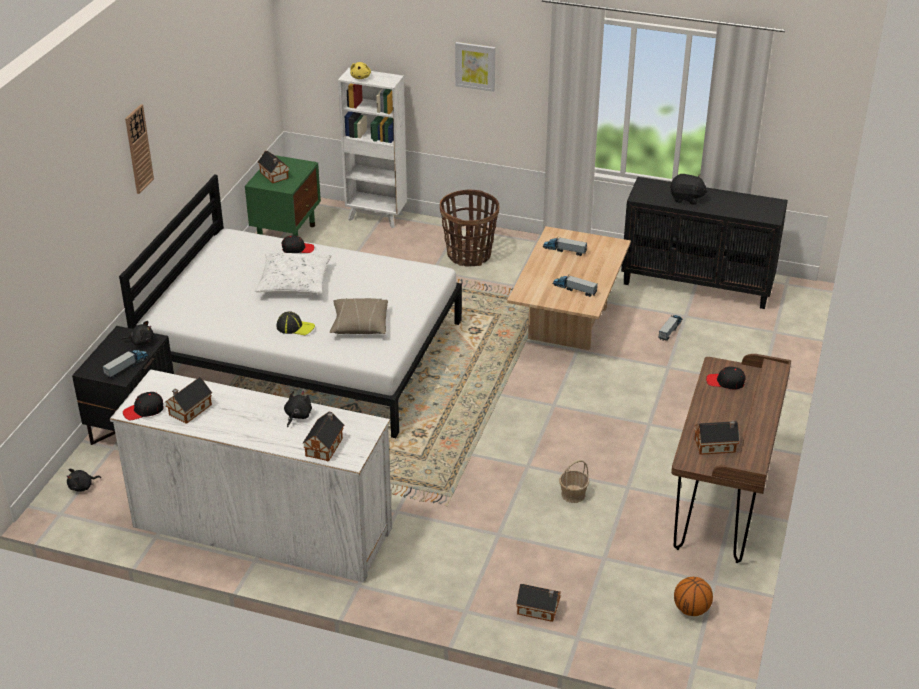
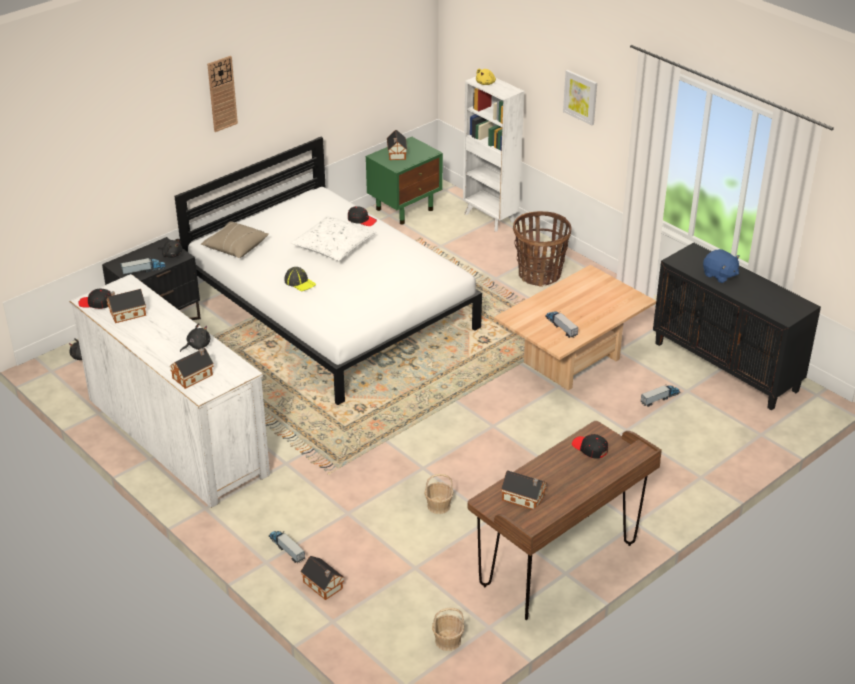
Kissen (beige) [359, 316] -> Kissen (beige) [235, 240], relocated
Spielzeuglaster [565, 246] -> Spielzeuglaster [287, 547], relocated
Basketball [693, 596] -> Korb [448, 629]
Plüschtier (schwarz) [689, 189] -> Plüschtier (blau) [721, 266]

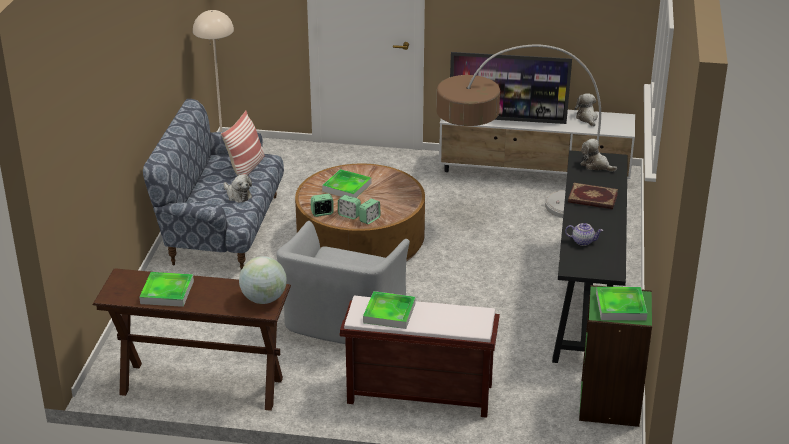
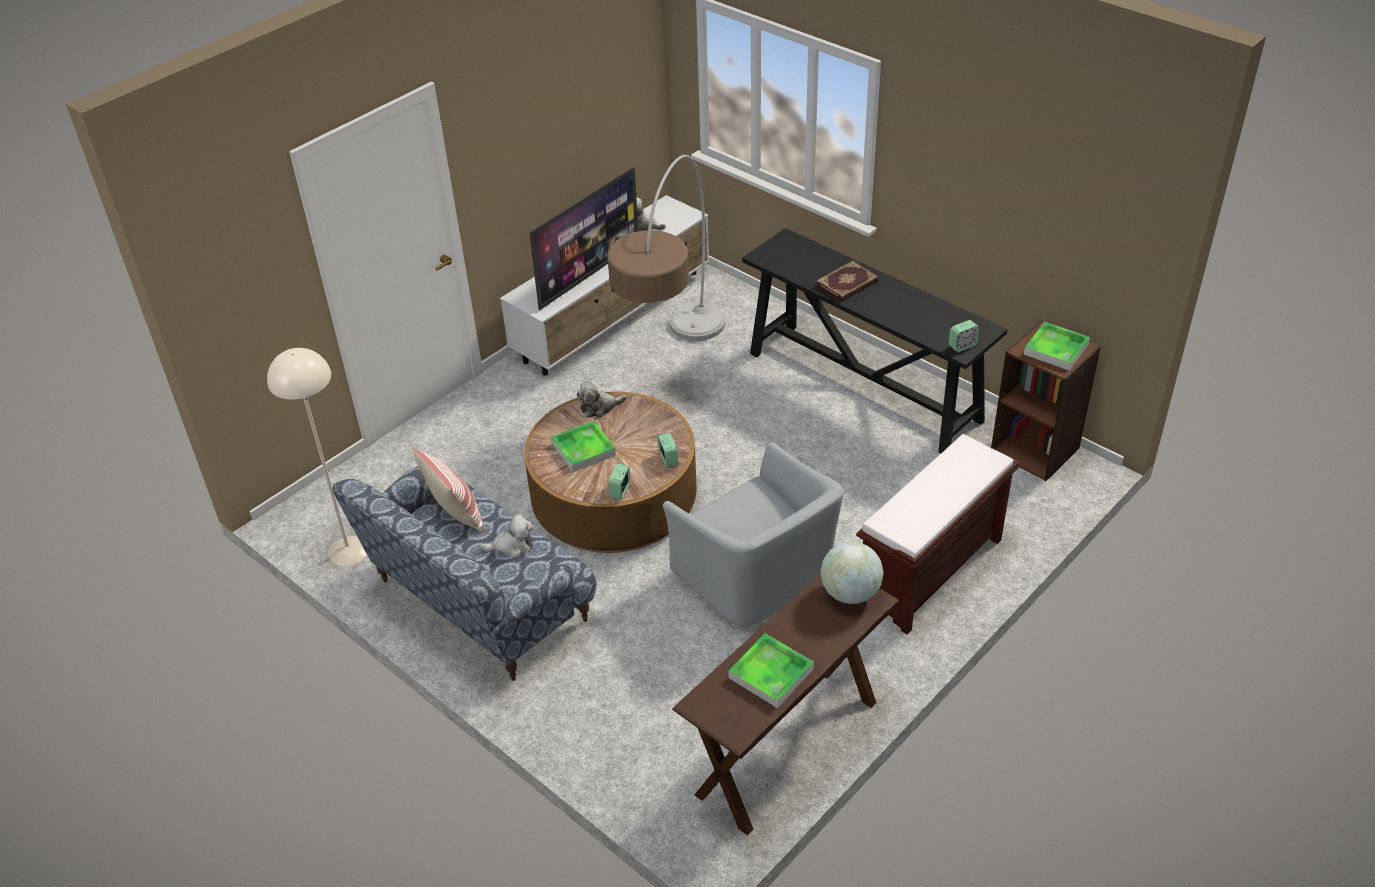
Tablett [389, 310] -> none
Teekanne [584, 234] -> none
Wecker [349, 207] -> Wecker [964, 336], relocated
Plüschtier [598, 155] -> Plüschtier [602, 399], relocated
Bücherregal (grün) [615, 356] -> Bücherregal (braun) [1046, 400]

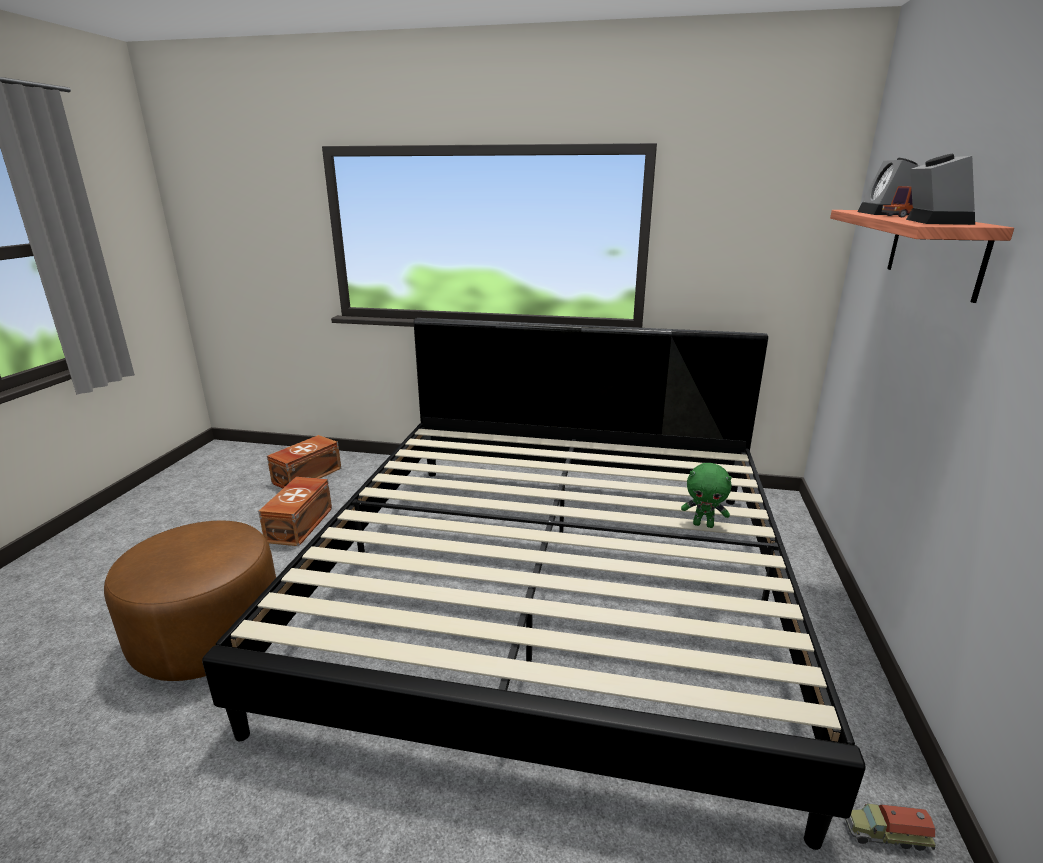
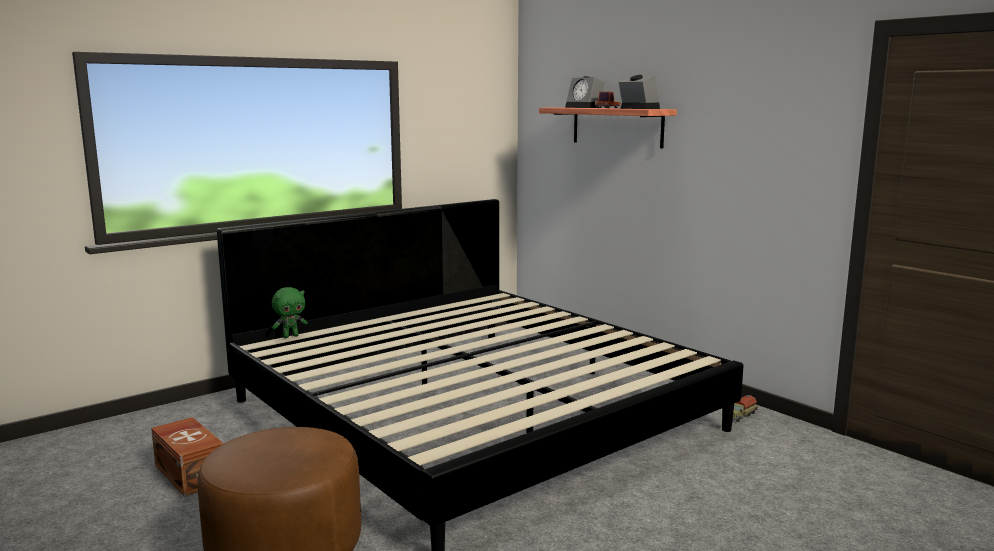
Aufbewahrungsbox (braun) [304, 461] -> none
Plüschtier (grün) [706, 495] -> Plüschtier (grün) [290, 312], relocated

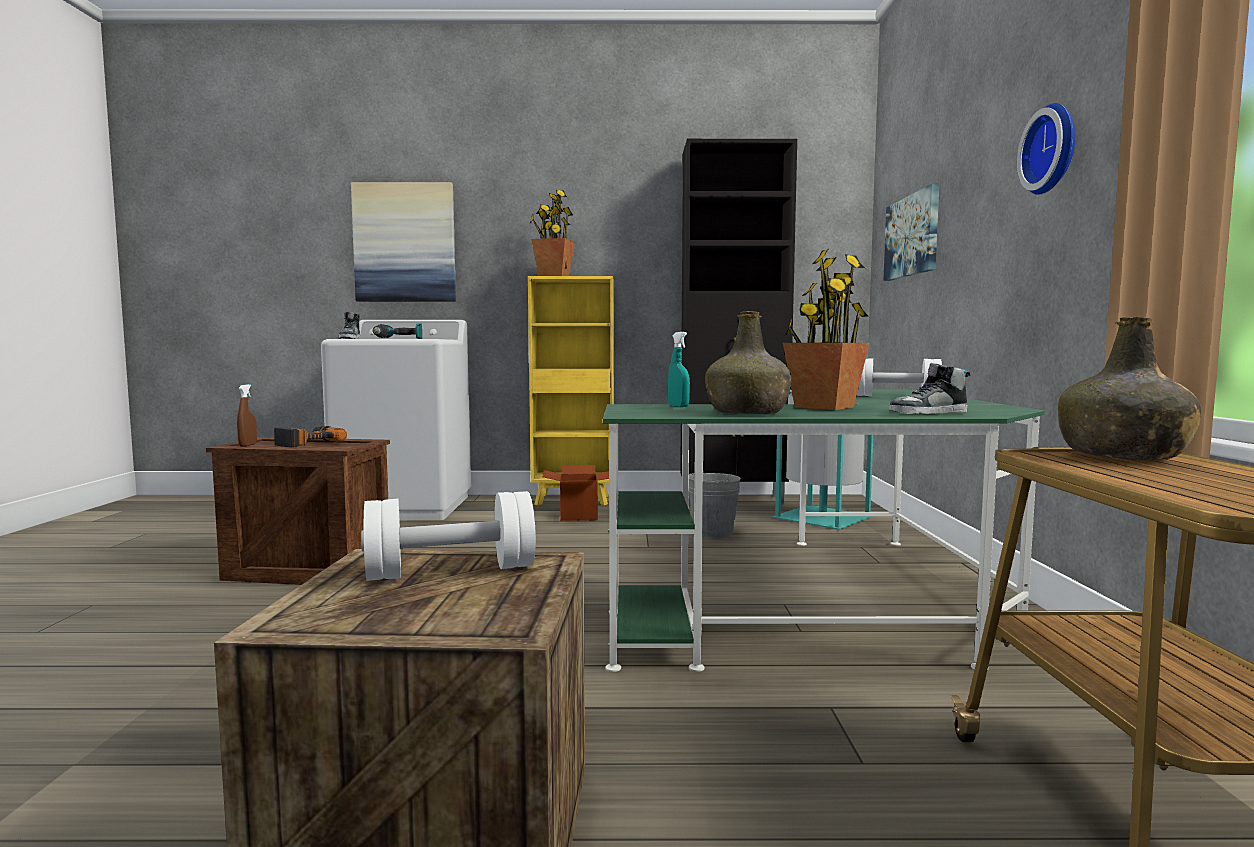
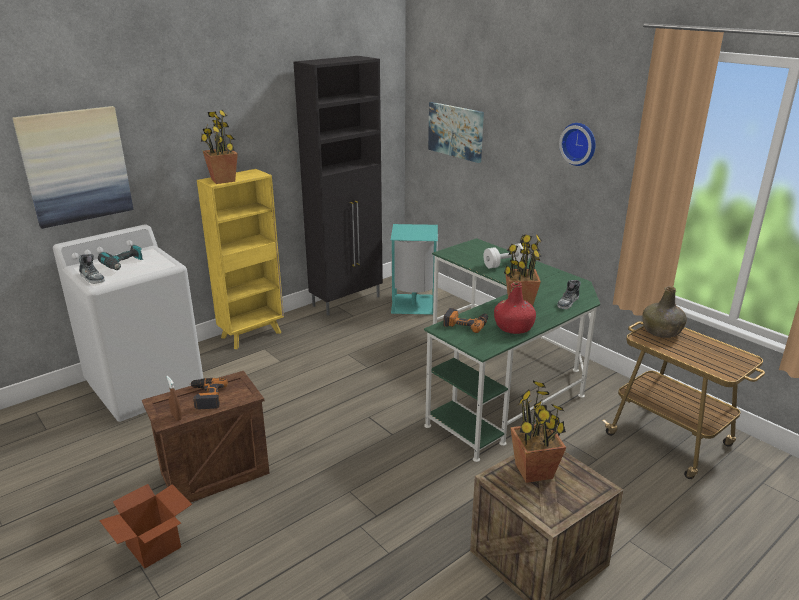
Eimer (grau) [715, 504] -> none
Karton [575, 493] -> Karton [145, 526], relocated
Hantel (weiß) [448, 536] -> Topfpflanze [538, 432]
Sprühflasche (türkis) [679, 369] -> Bohrmaschine [465, 320]
Flasche (grün) [748, 362] -> Flasche (rot) [515, 308]

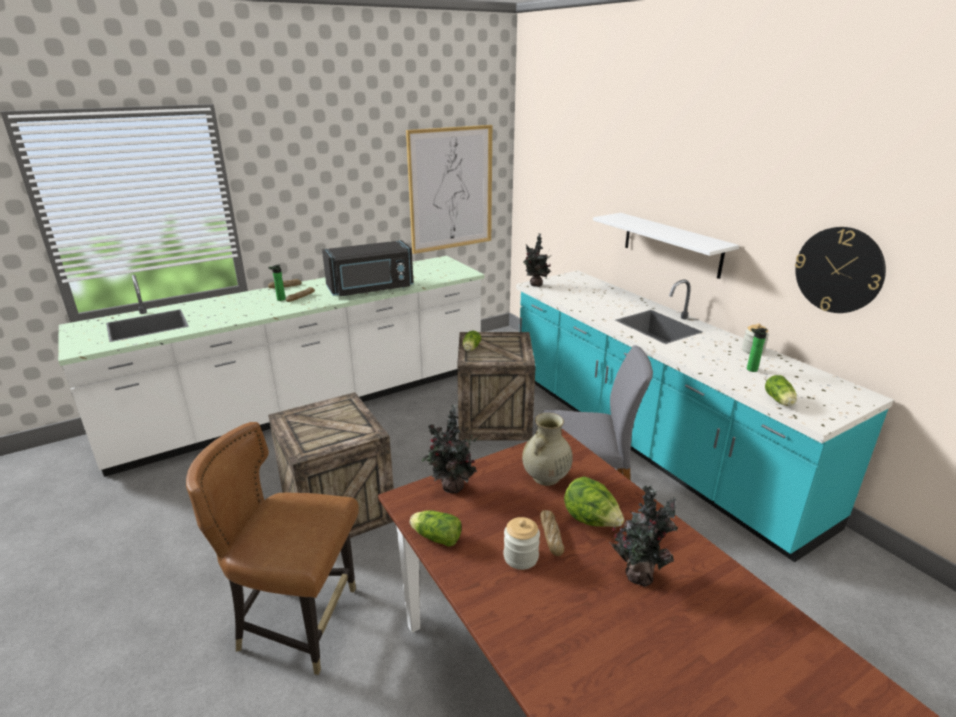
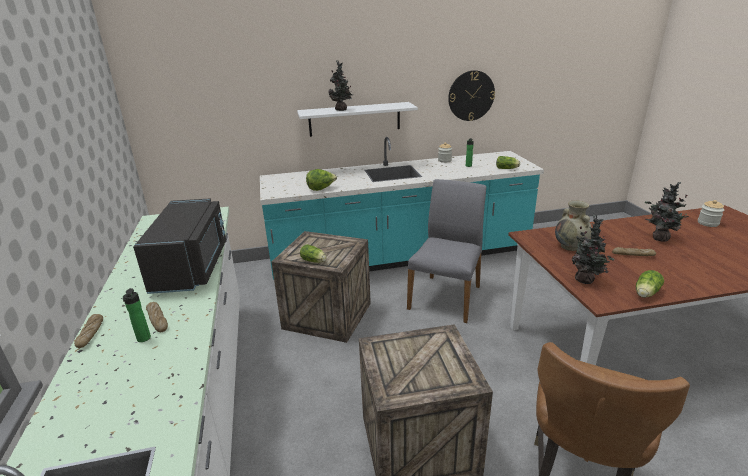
Bild [449, 189] -> none
Vorratsglas [522, 543] -> Vorratsglas [711, 213], relocated
Topfpflanze [537, 260] -> Topfpflanze [340, 85], relocated
Salatkopf [594, 501] -> Salatkopf [321, 180], relocated

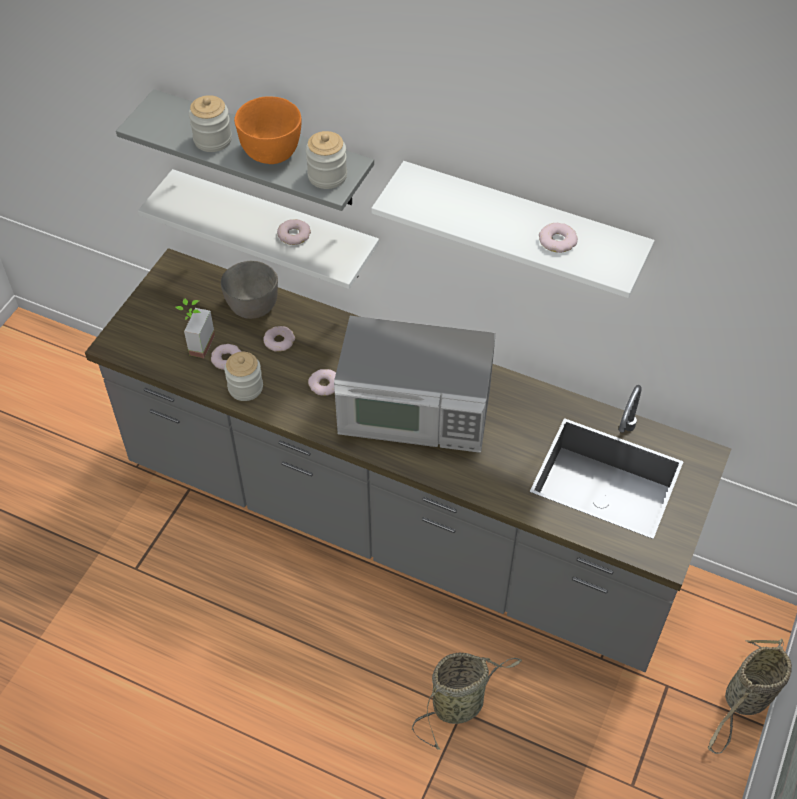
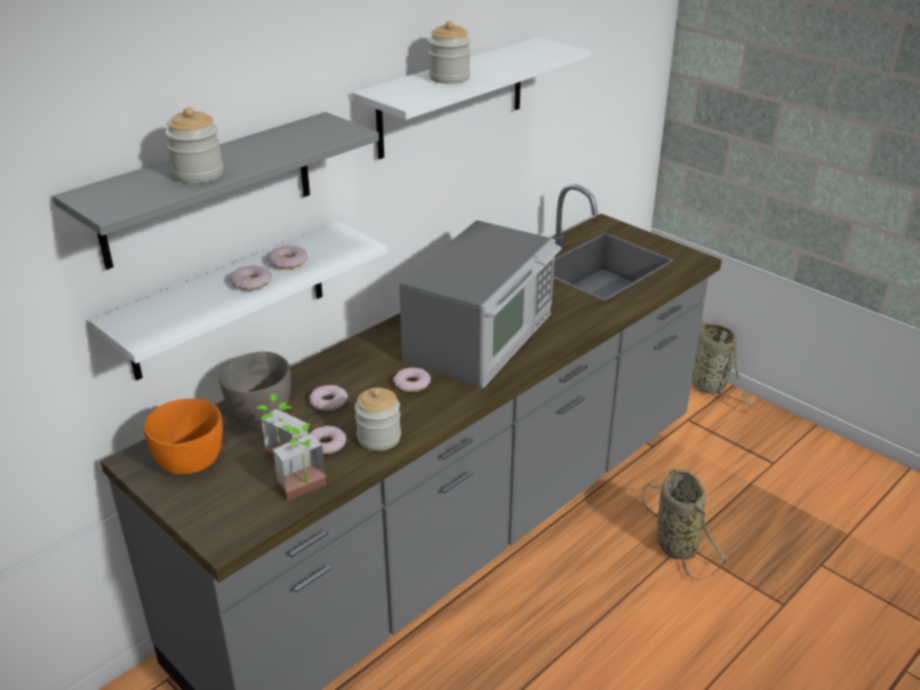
none -> Topfpflanze [299, 462]
Schüssel (orange) [268, 130] -> Schüssel (orange) [183, 437], relocated
Vorratsglas [326, 160] -> Vorratsglas [450, 52], relocated
Donut [558, 238] -> Donut [250, 277], relocated

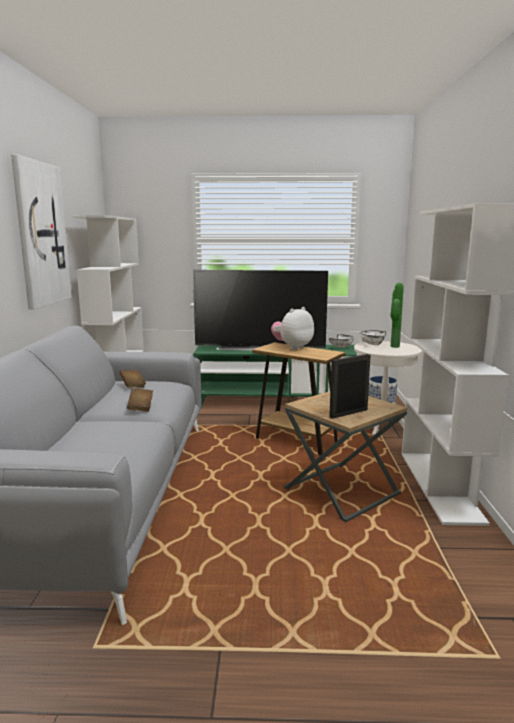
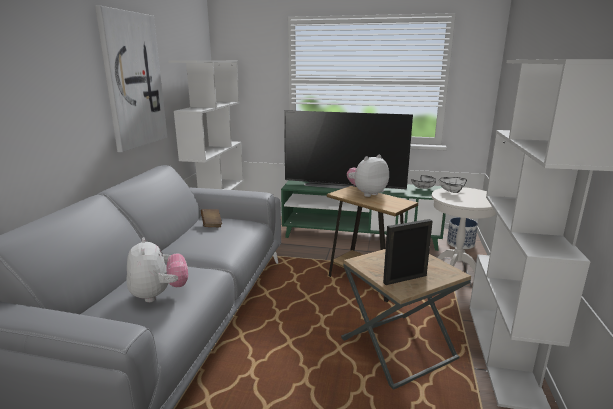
Buch (braun) [140, 400] -> none
Topfpflanze [397, 315] -> none
none -> Plüschtier [157, 269]

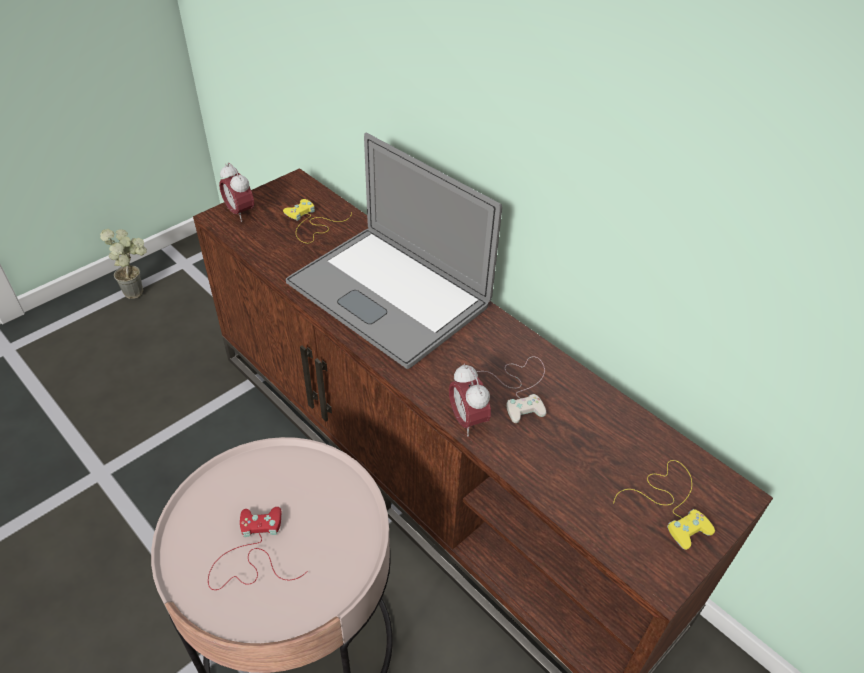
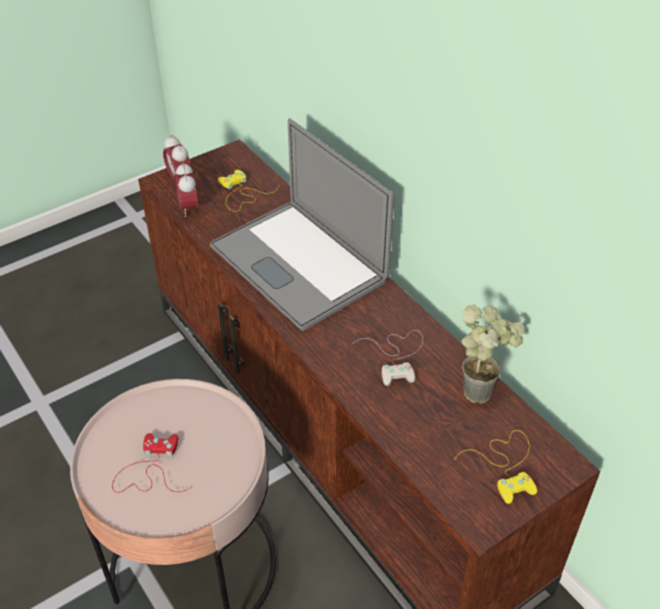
Topfpflanze [123, 264] -> Topfpflanze [493, 353], relocated
Wecker [470, 399] -> Wecker [186, 189], relocated

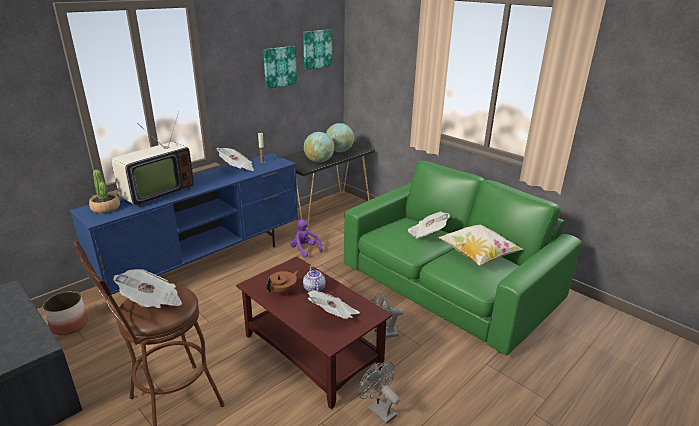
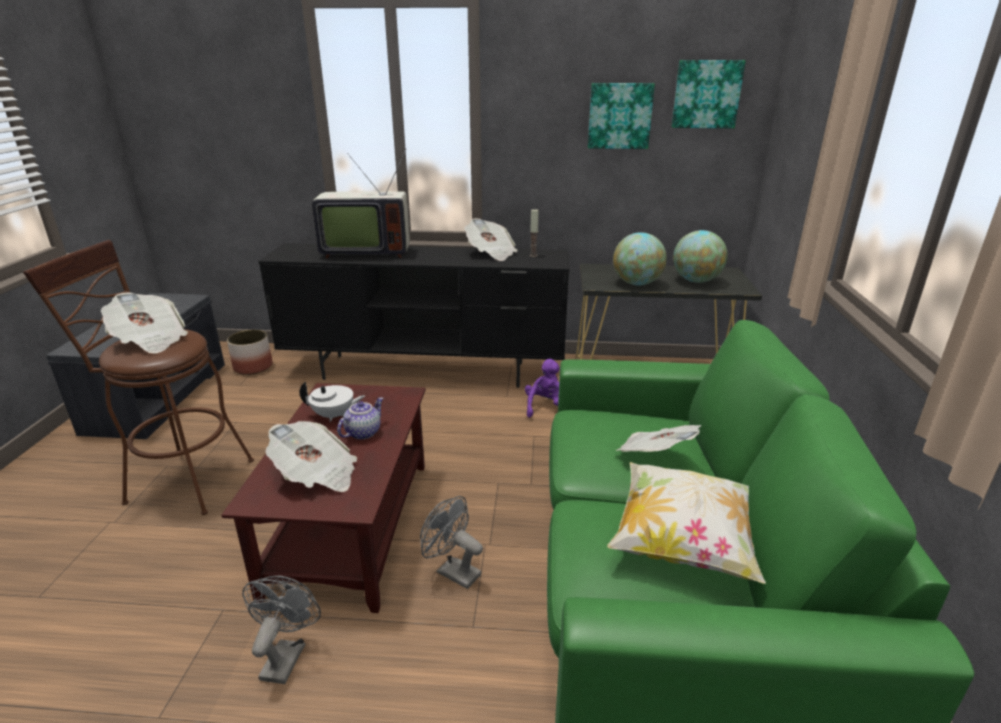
Topfpflanze [104, 191] -> none
Fernsehschrank (blau) [184, 224] -> Fernsehschrank (schwarz) [413, 315]
Teekanne (braun) [282, 282] -> Teekanne (weiß) [332, 402]

